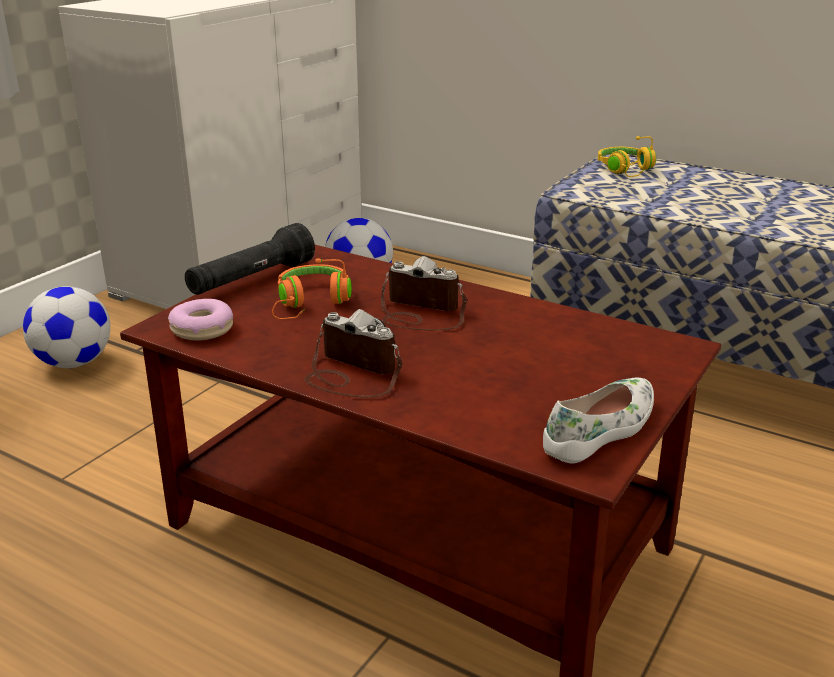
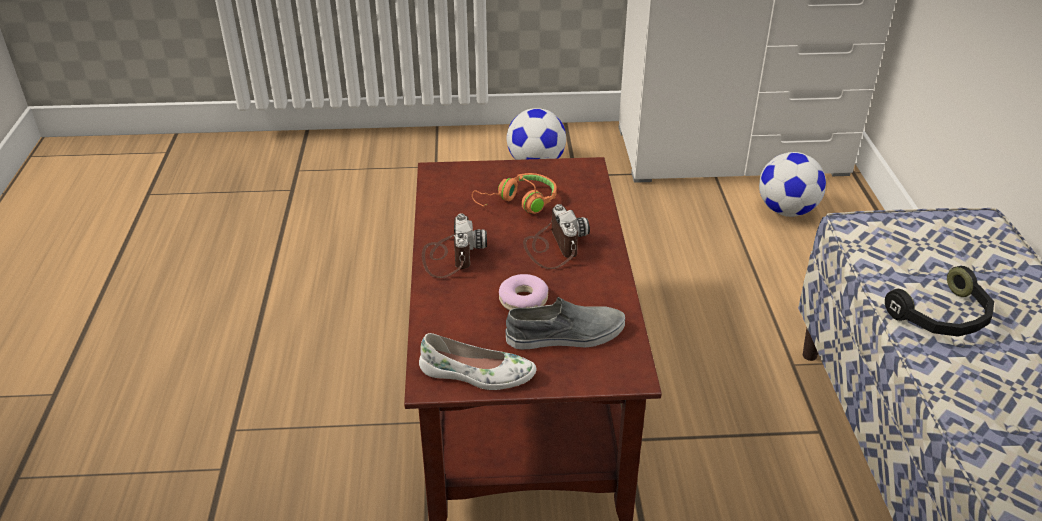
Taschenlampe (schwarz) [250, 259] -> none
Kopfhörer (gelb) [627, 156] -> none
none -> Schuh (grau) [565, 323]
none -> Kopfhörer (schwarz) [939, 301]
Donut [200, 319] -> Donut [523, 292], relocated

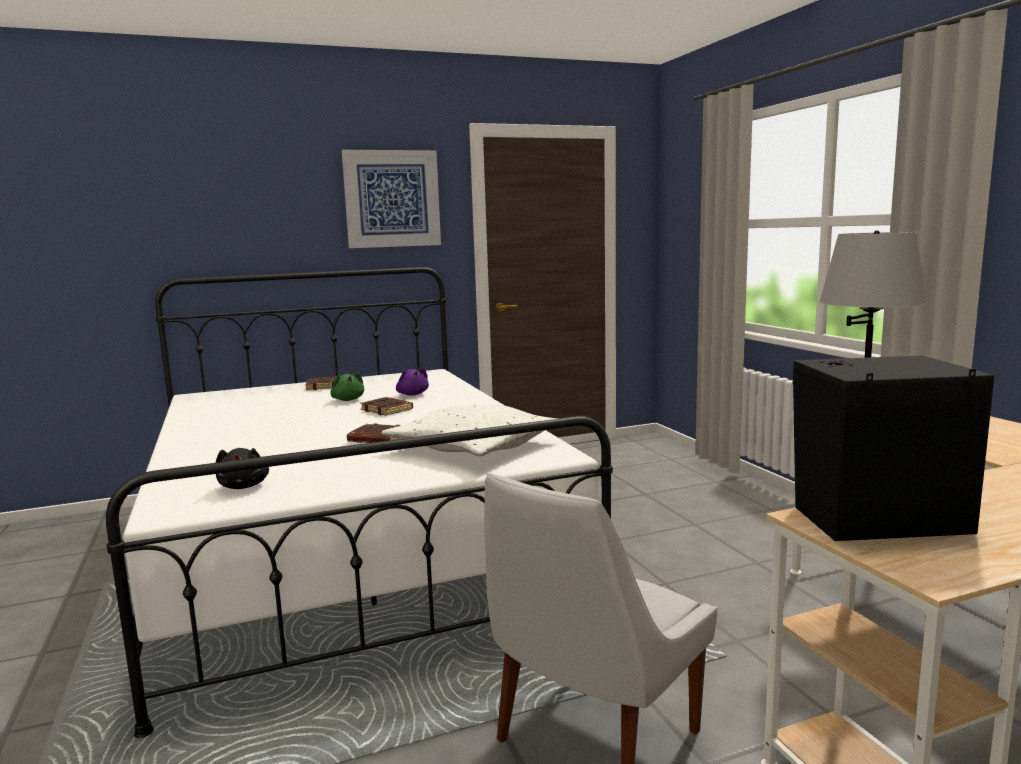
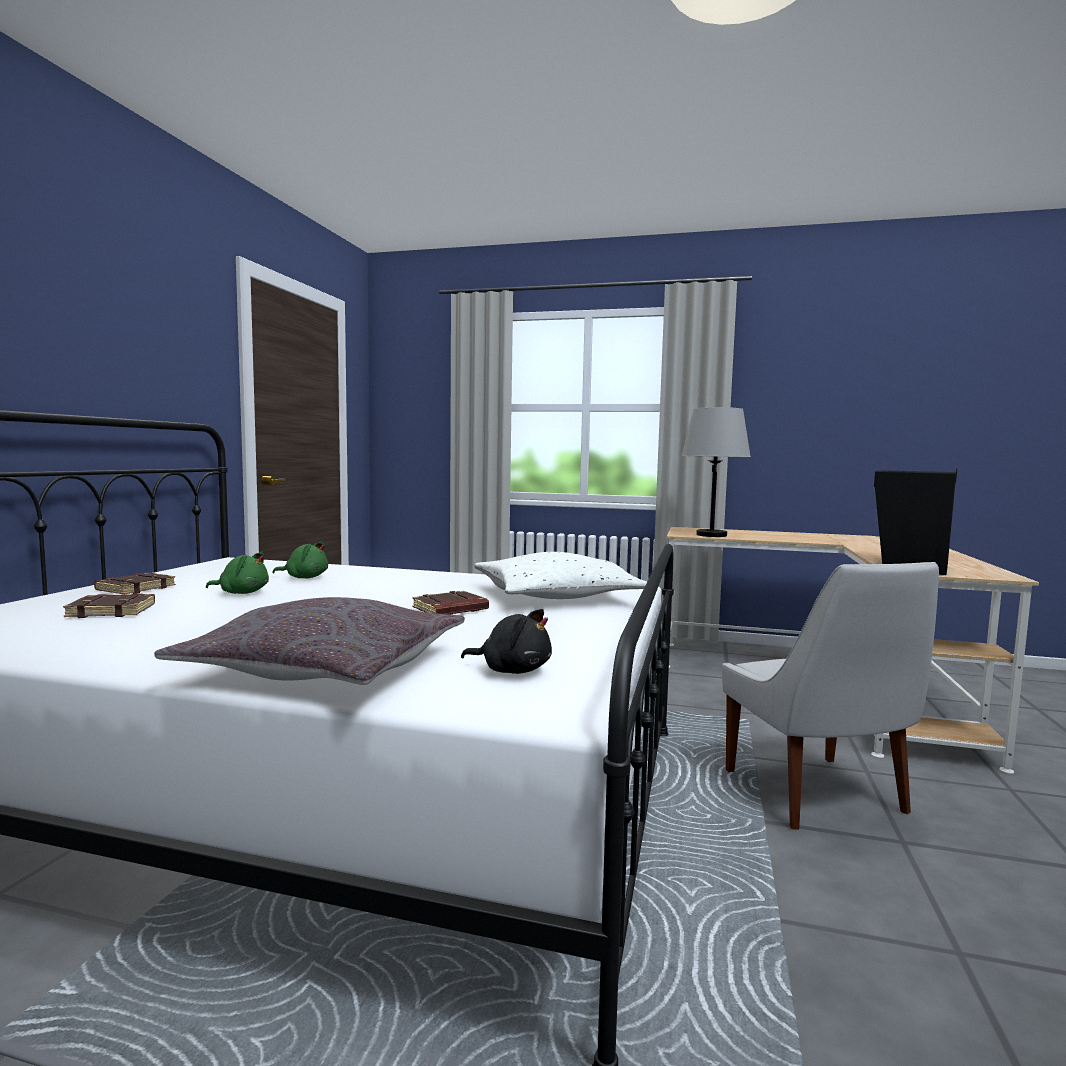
Bild [391, 199] -> none
none -> Kissen (grau) [309, 641]
Buch (braun) [386, 406] -> Buch (braun) [109, 605], relocated
Plüschtier (lila) [412, 382] -> Plüschtier (grün) [300, 559]

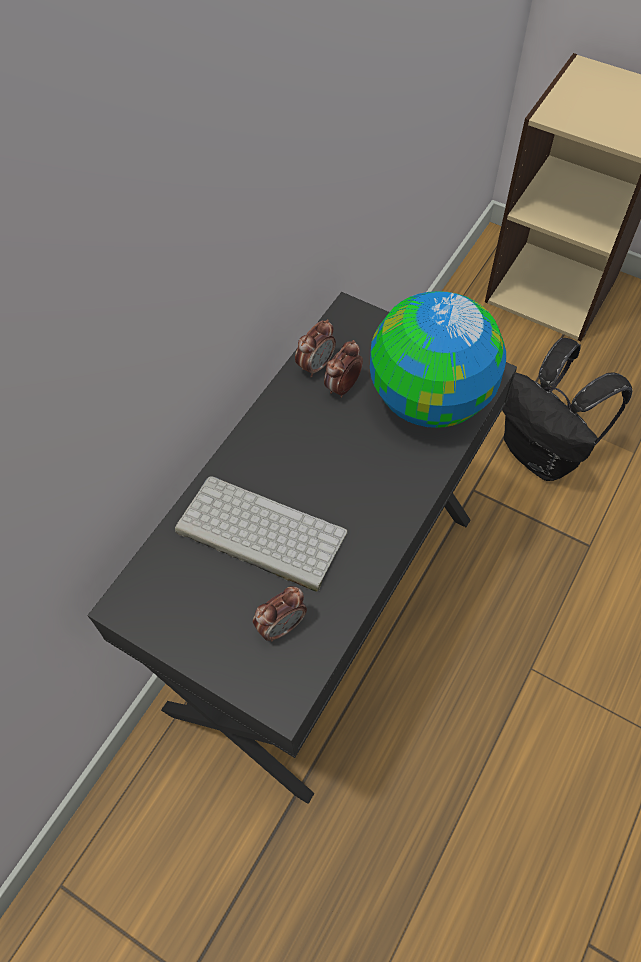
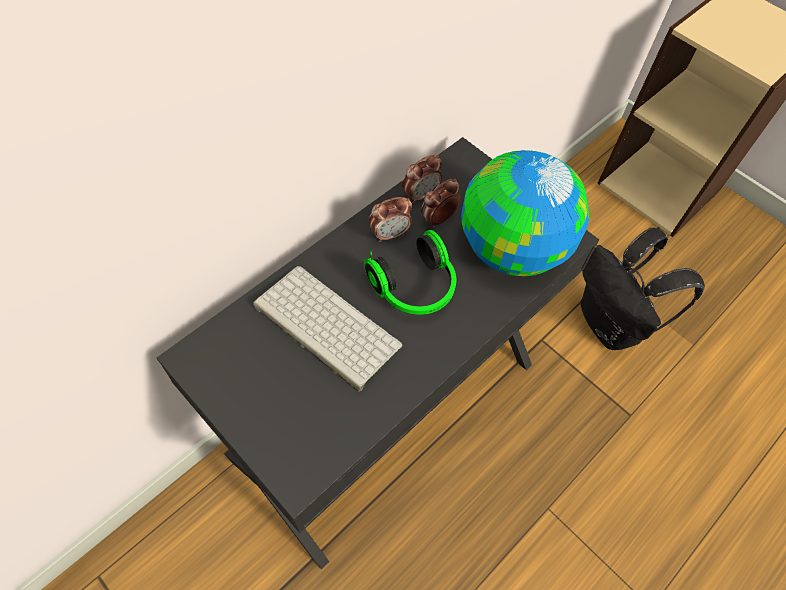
none -> Kopfhörer [410, 272]
Wecker [280, 614] -> Wecker [390, 219], relocated

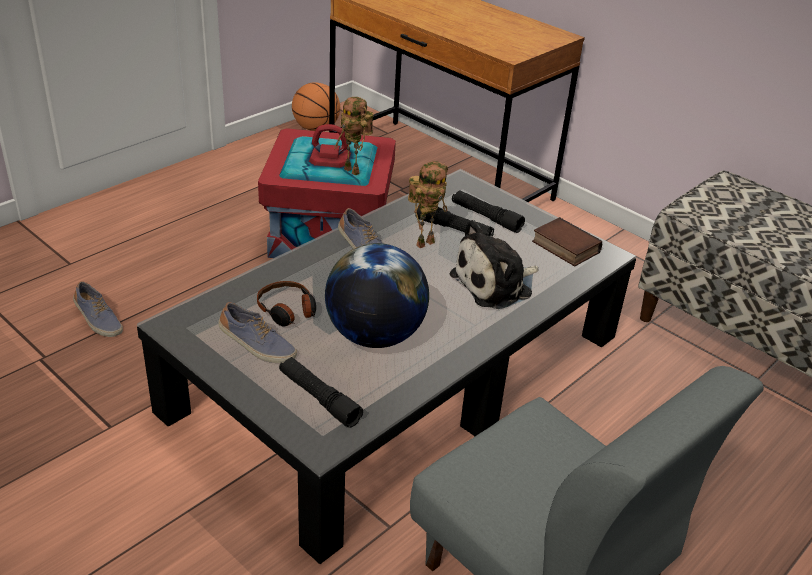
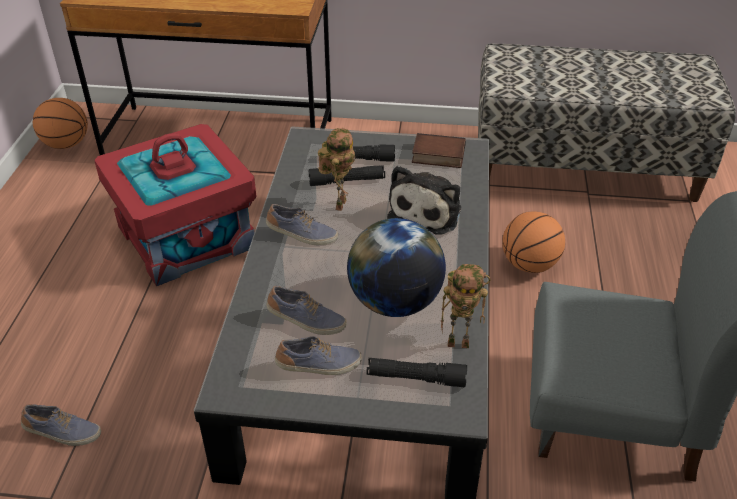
none -> Basketball [533, 242]
Spielzeugroboter [354, 136] -> Spielzeugroboter [465, 306], relocated
Kopfhörer [286, 304] -> Schuh [306, 310]

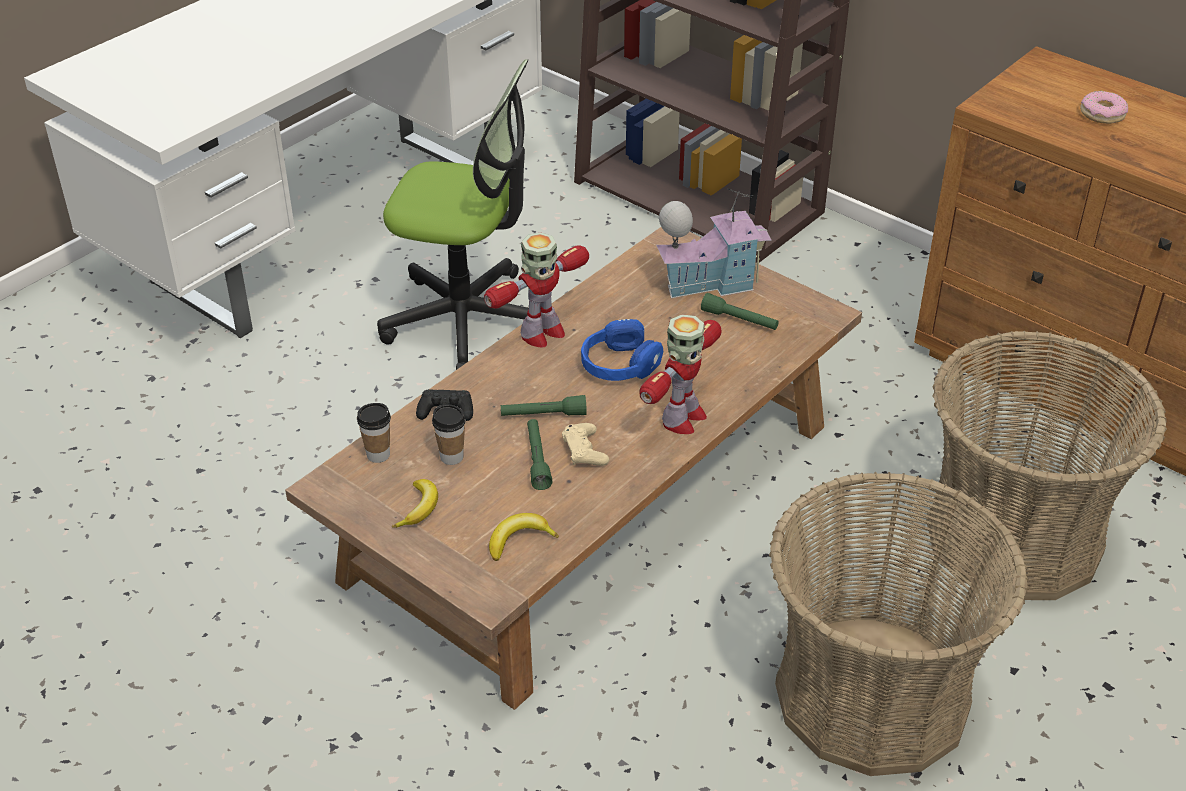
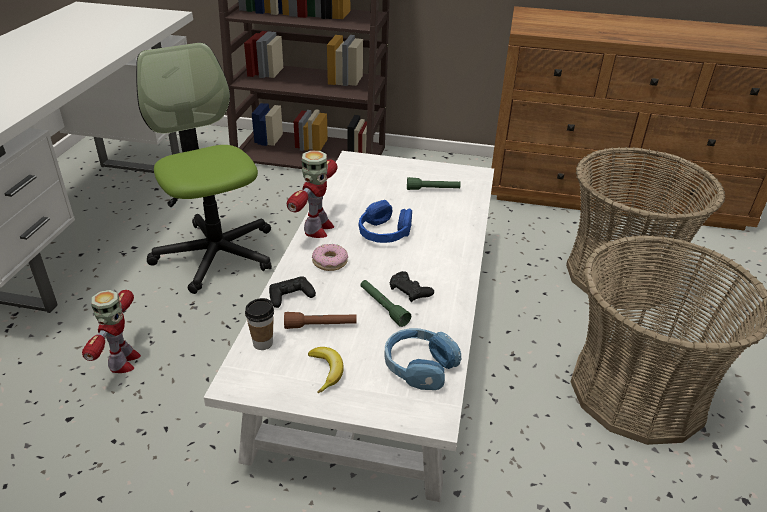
Taschenlampe (grün) [544, 405] -> none
Spielzeughaus [714, 243] -> none
Spielzeugroboter [680, 374] -> Spielzeugroboter [111, 331], relocated
Donut [1104, 107] -> Donut [330, 257], relocated
Tasse [449, 434] -> Taschenlampe (braun) [320, 320]
Banane [524, 537] -> Kopfhörer (blau) [423, 359]
Couchtisch (braun) [573, 468] -> Couchtisch (weiß) [349, 326]
Gamepad (beige) [585, 444] -> Gamepad (schwarz) [412, 286]
Bürostuhl [453, 214] -> Bürostuhl [204, 168], 105 degrees counterclockwise

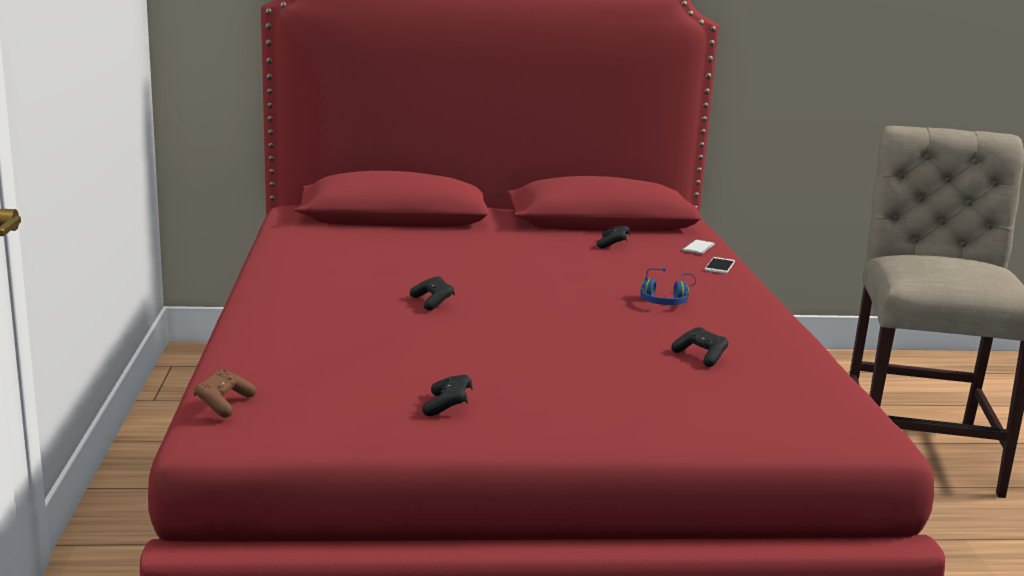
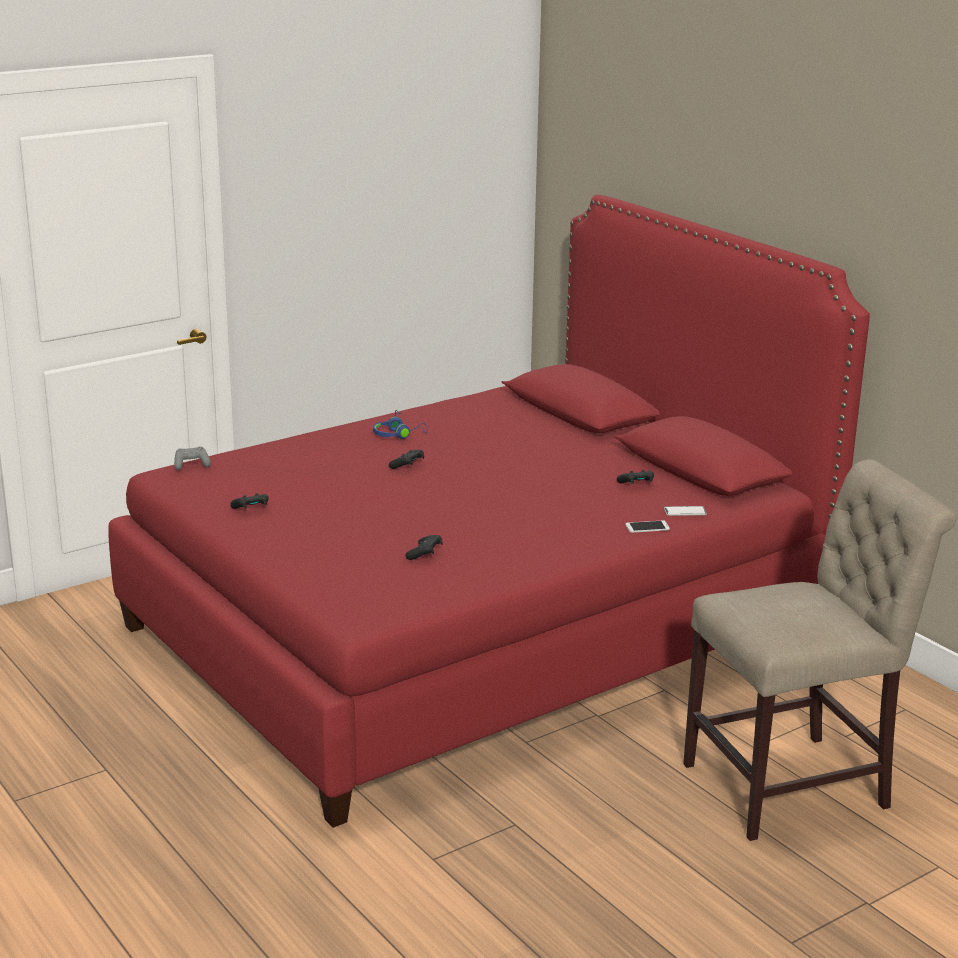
Kopfhörer (blau) [668, 286] -> Kopfhörer (blau) [400, 424], relocated
Gamepad (braun) [225, 393] -> Gamepad (grau) [192, 458]

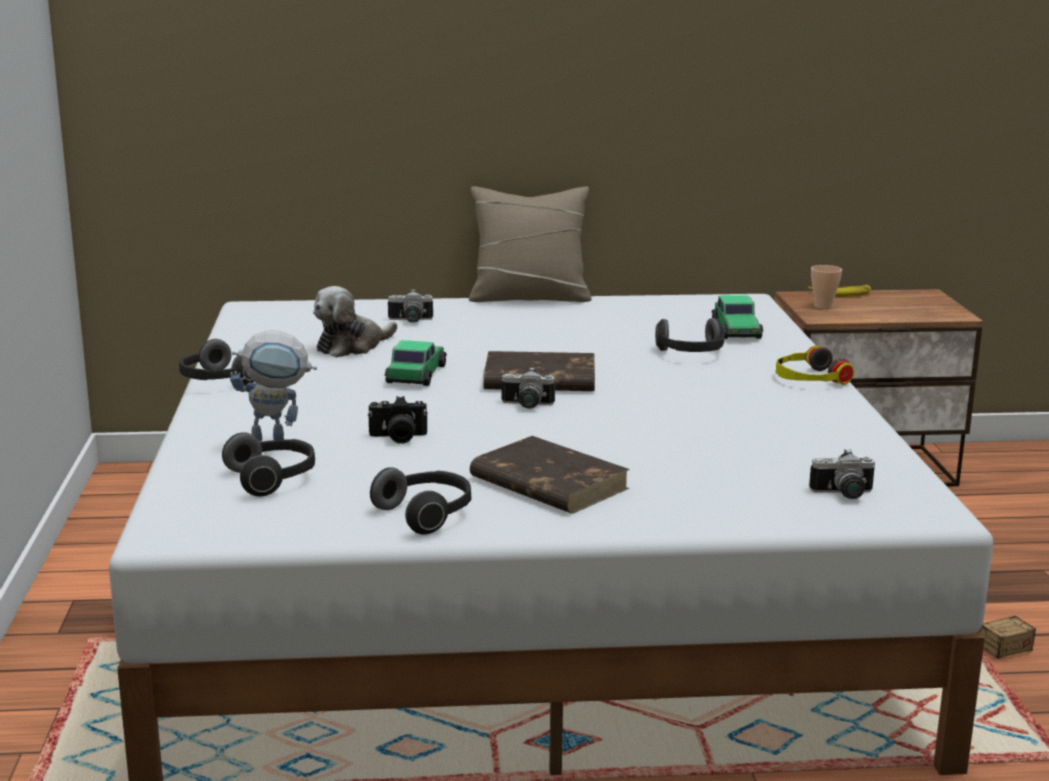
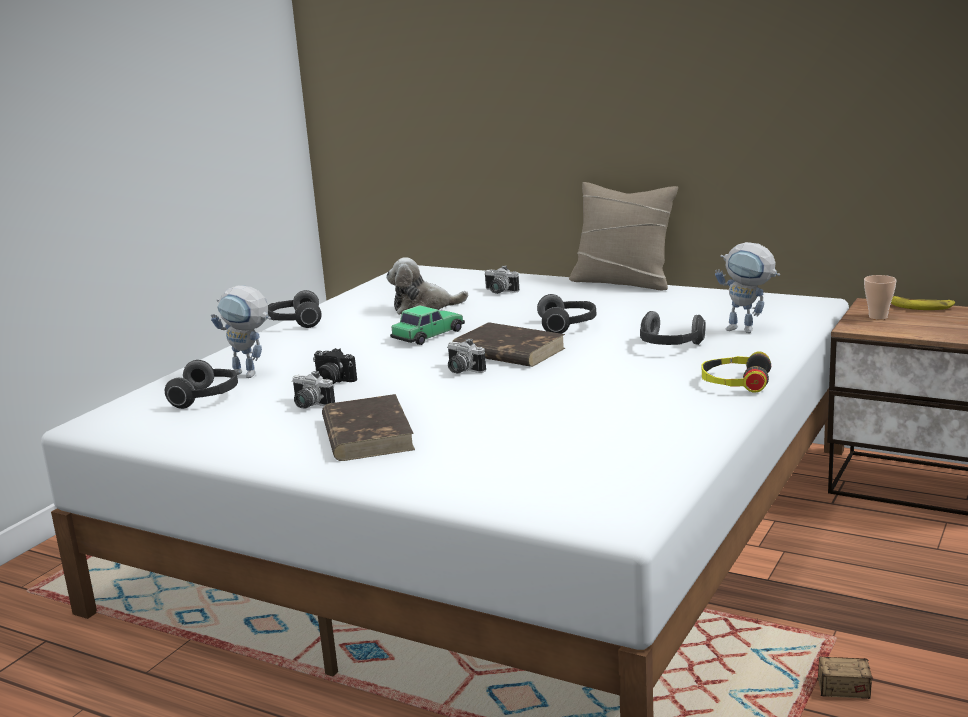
Kopfhörer [420, 501] -> Kopfhörer [566, 314], relocated
Kamera [842, 474] -> Kamera [313, 389], relocated
Spielzeugauto [737, 317] -> Spielzeugroboter [747, 287]

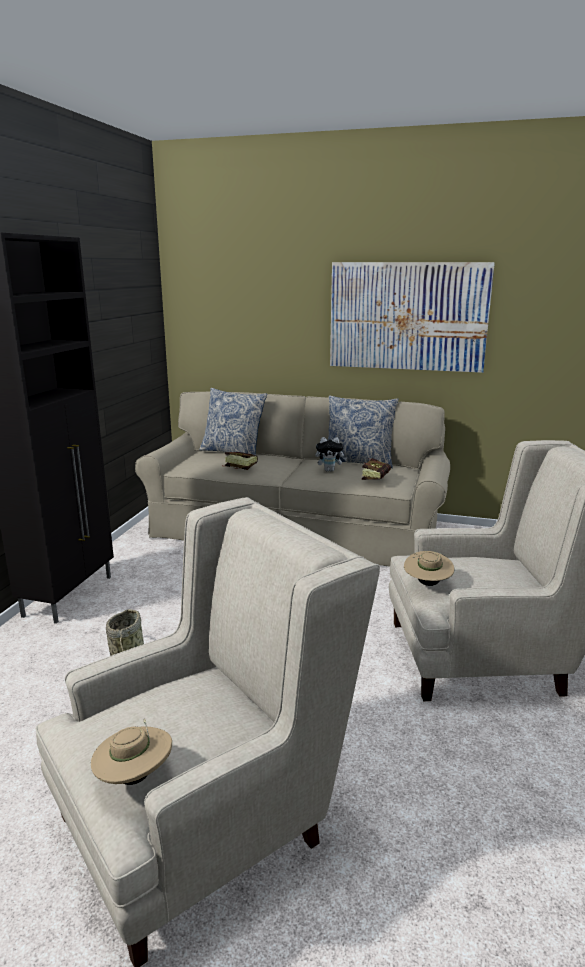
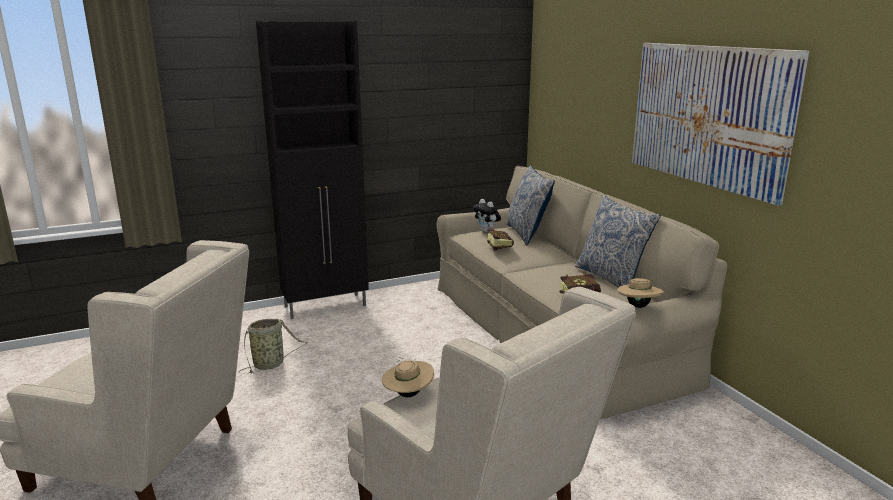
Hut (beige) [131, 751] -> Hut (beige) [640, 293], relocated
Plüschtier [331, 454] -> Plüschtier [487, 215], relocated

